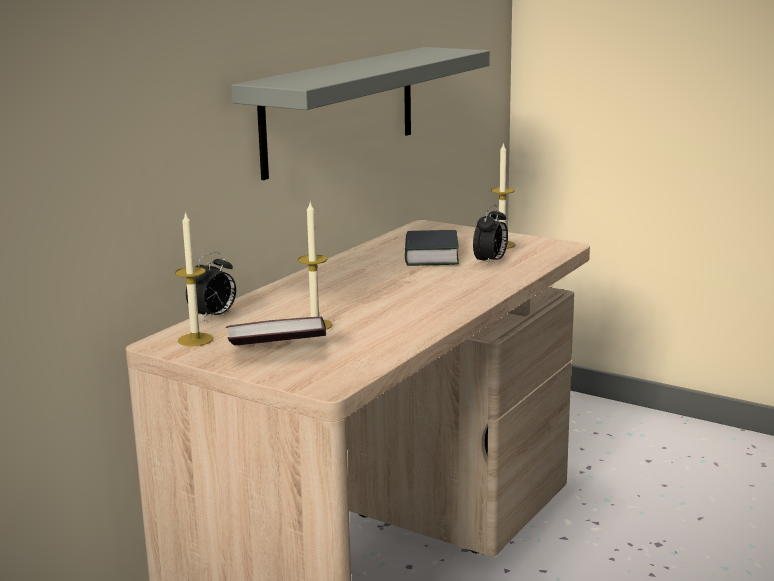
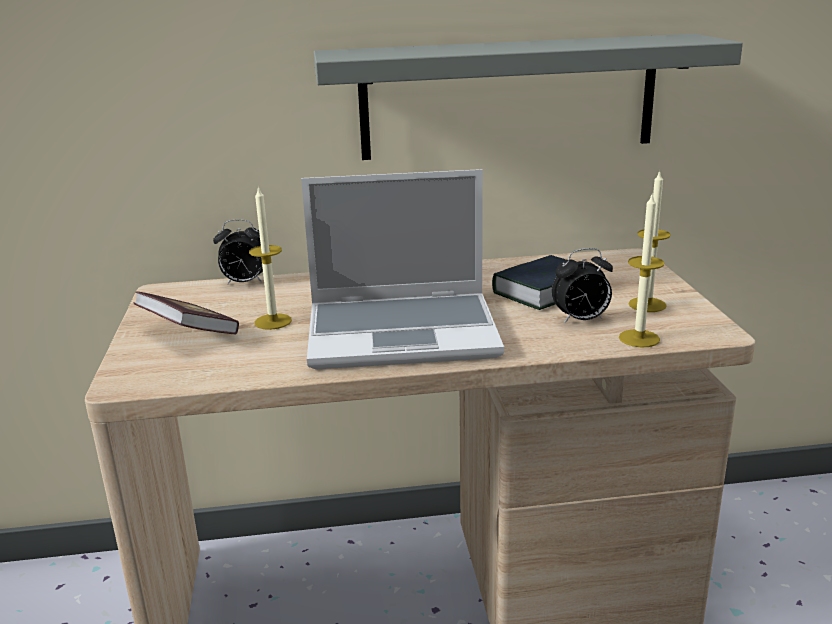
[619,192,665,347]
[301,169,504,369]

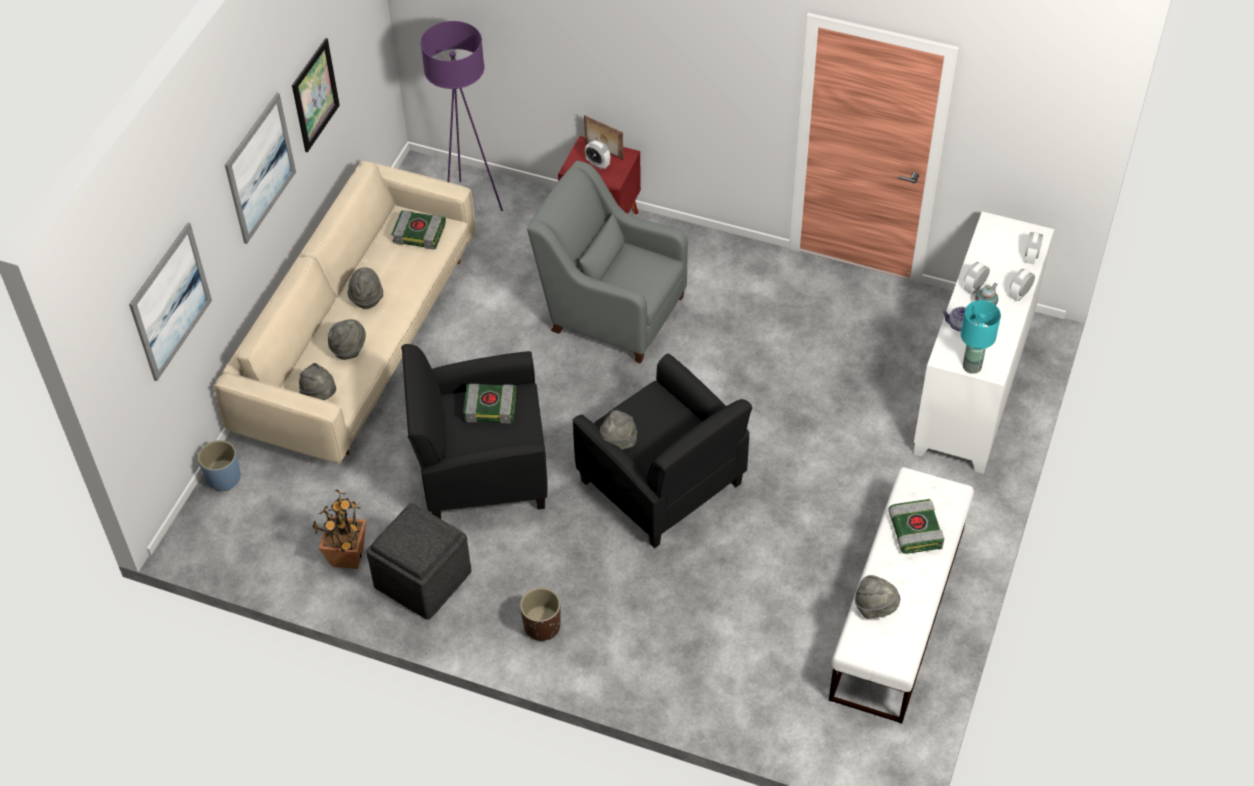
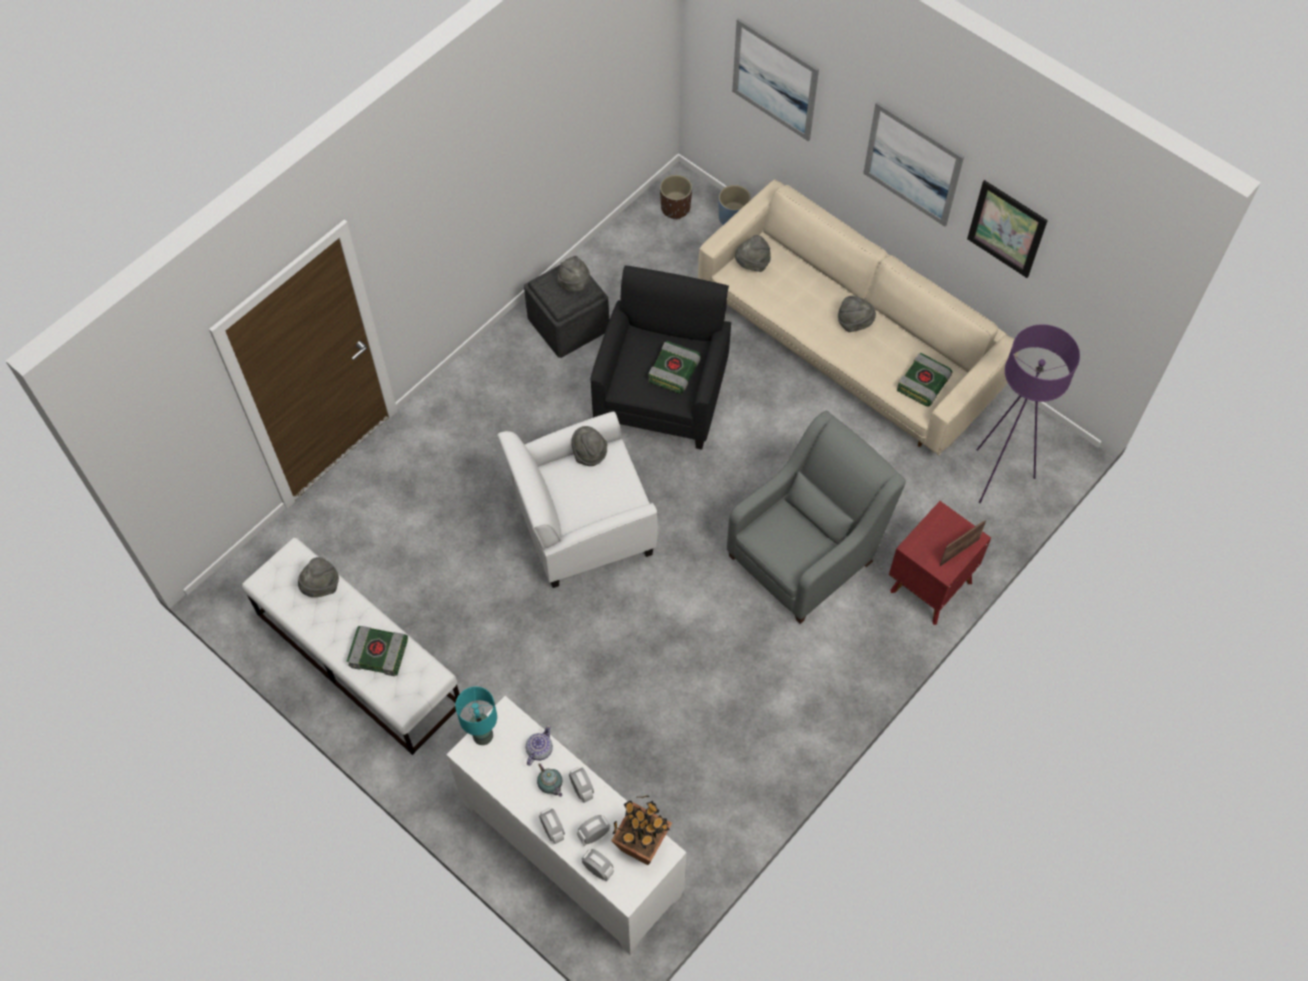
[577,815,610,846]
[557,256,591,292]
[497,412,658,588]
[611,796,672,865]
[660,175,692,219]

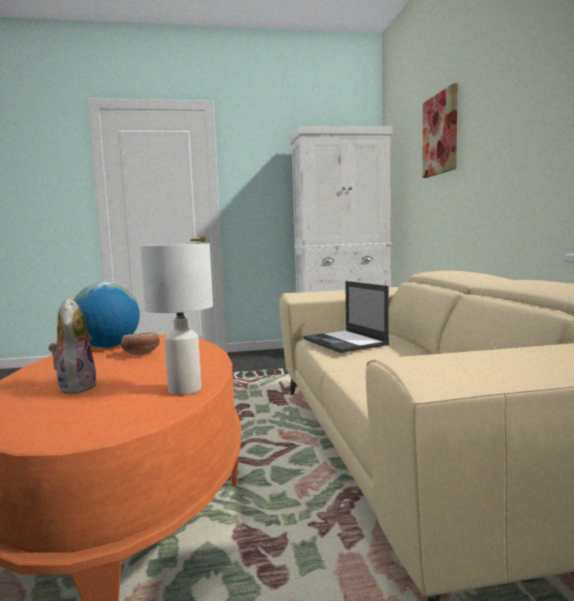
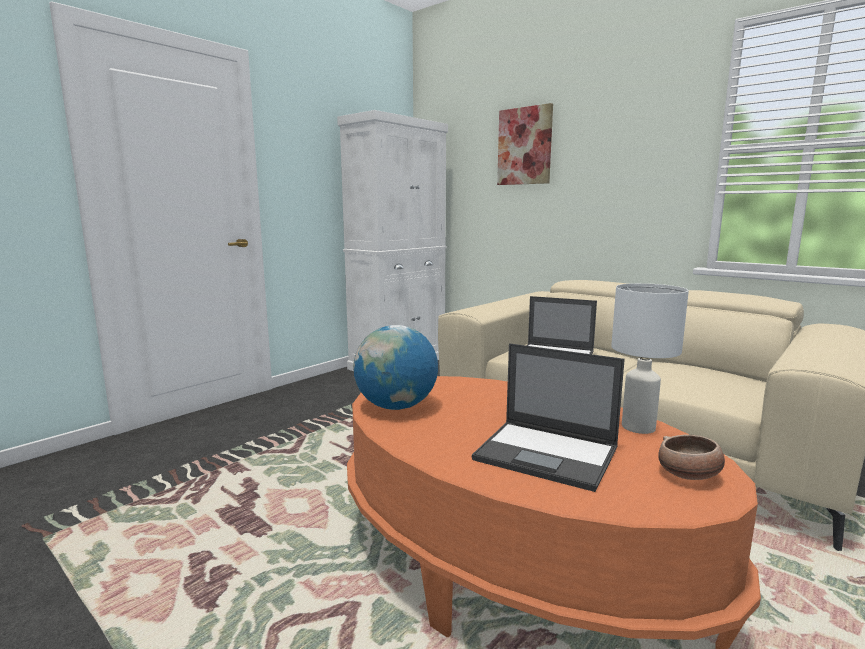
[472,343,625,492]
[658,435,725,480]

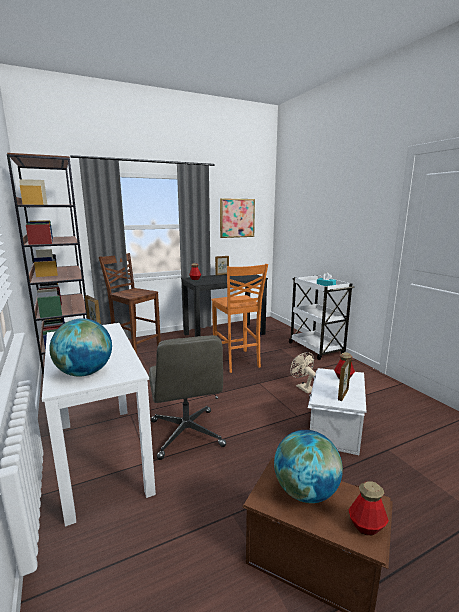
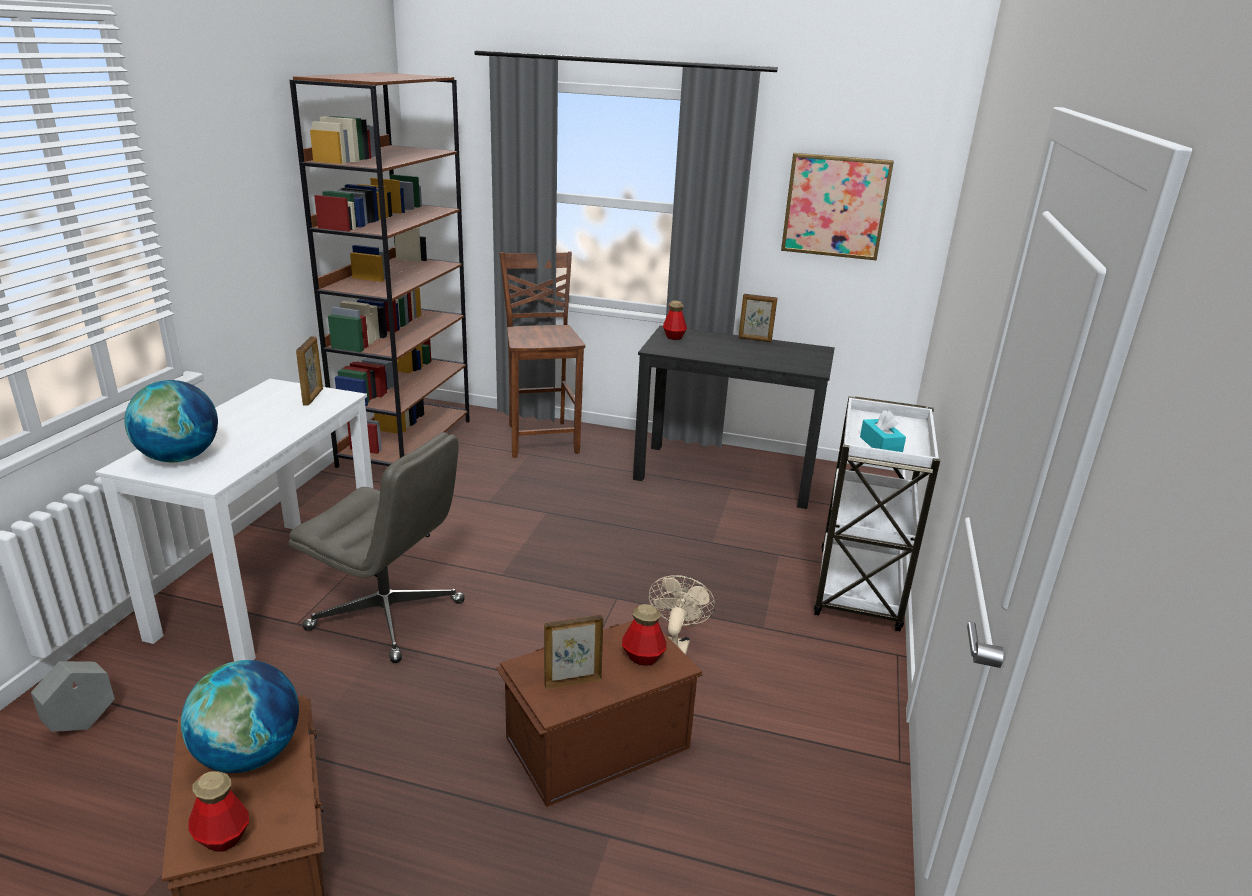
[211,264,268,373] (first image)
[289,432,465,663]
[496,621,703,807]
[31,661,115,732]

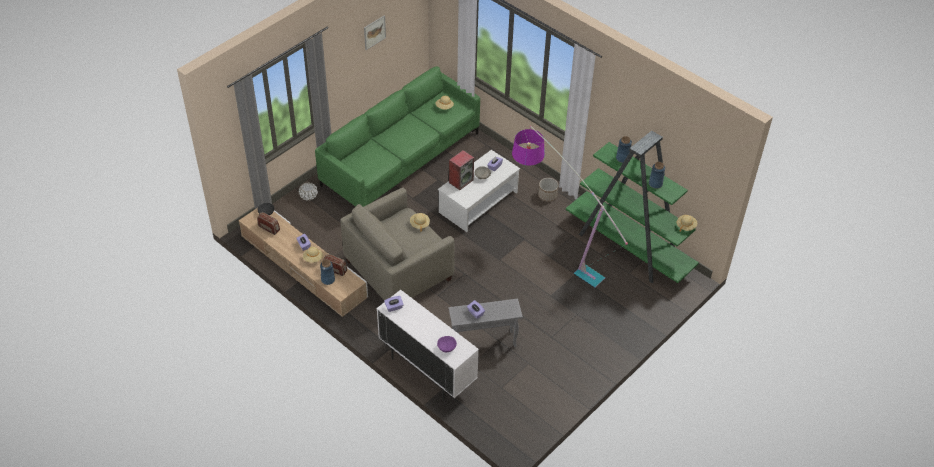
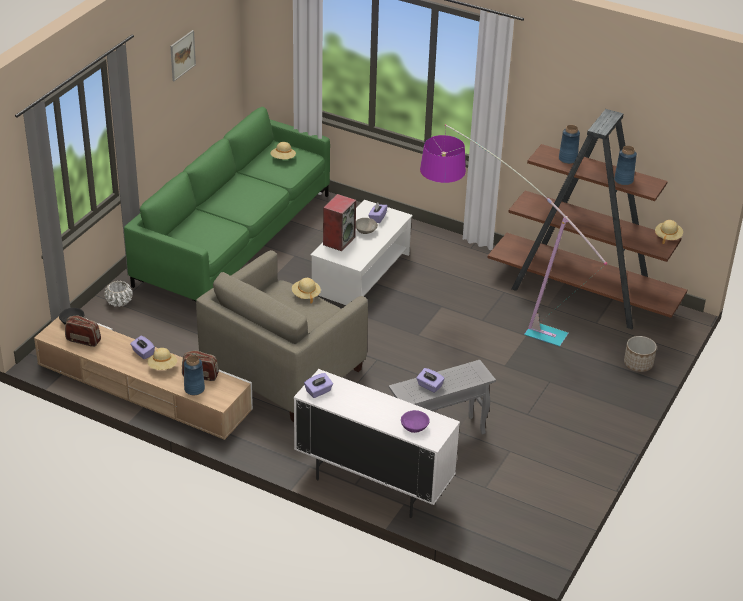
[488,109,687,329]
[624,336,657,372]

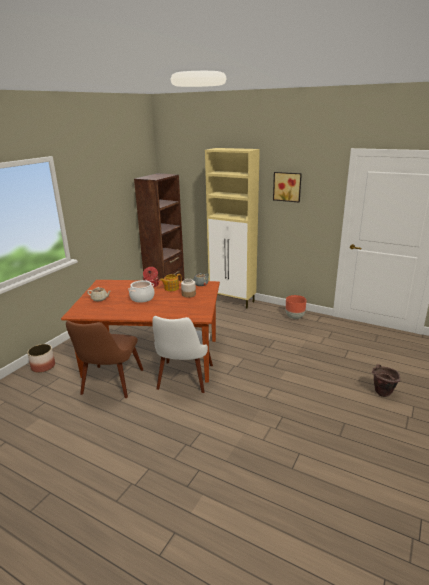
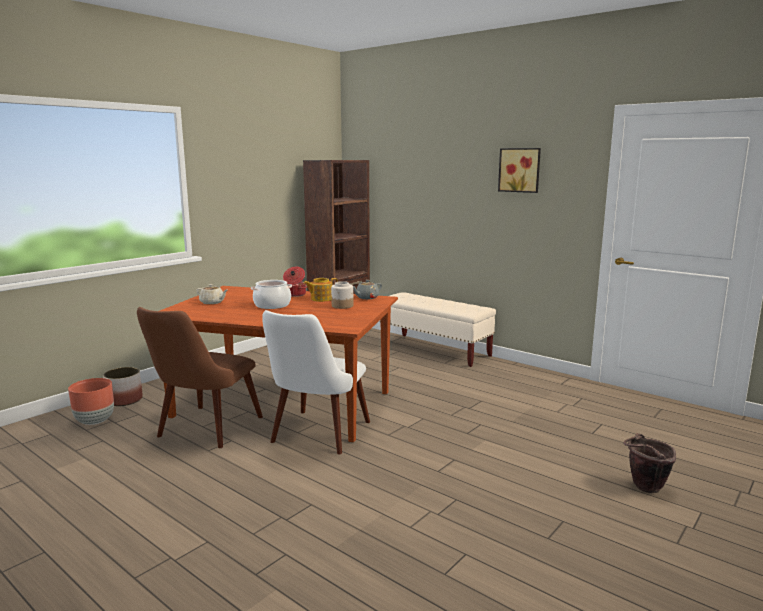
[380,292,496,367]
[68,378,114,425]

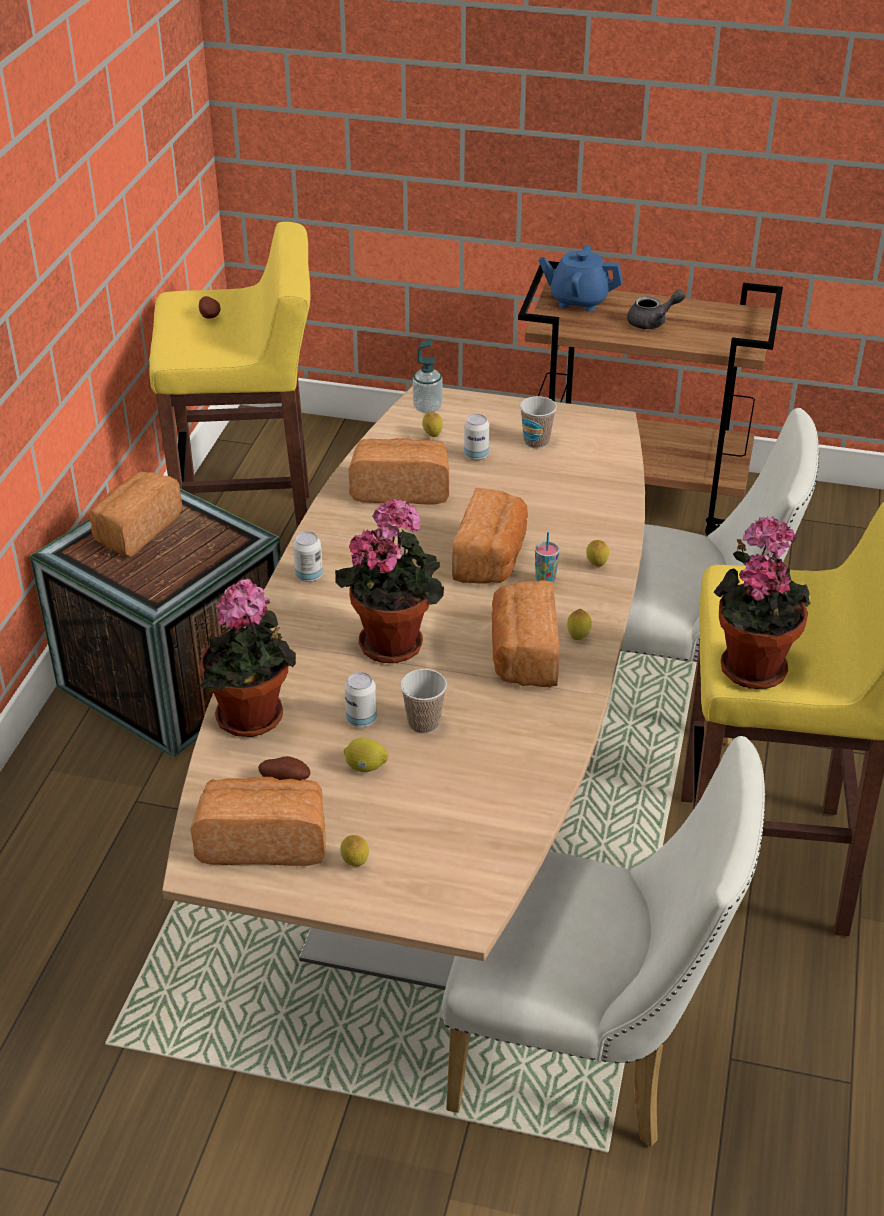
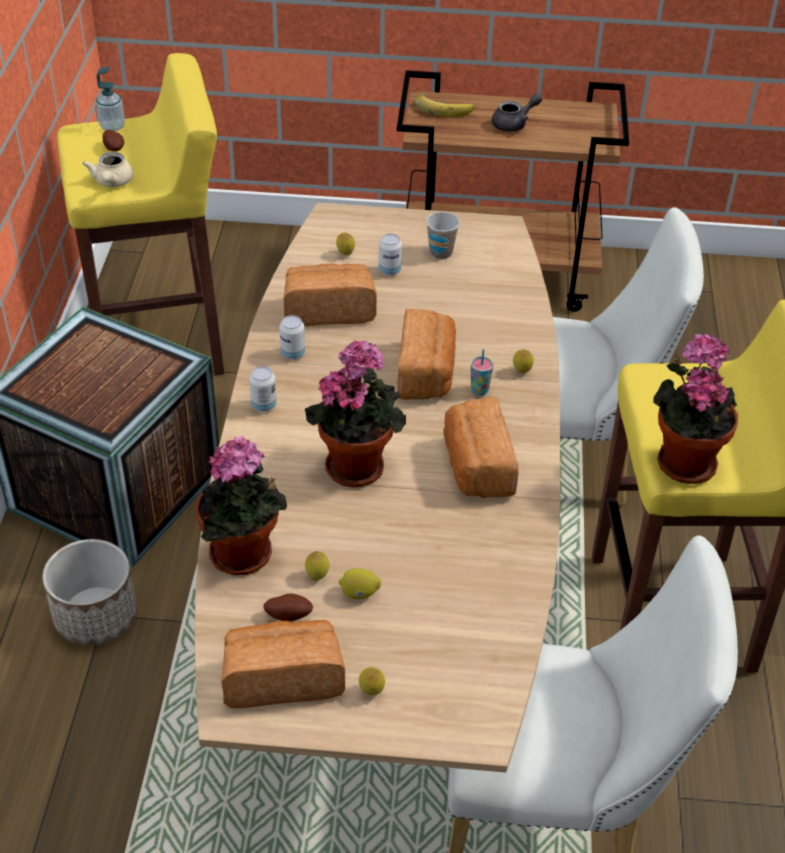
[414,90,474,117]
[96,66,125,132]
[89,472,182,557] (first image)
[305,551,329,581]
[400,669,447,734] (first image)
[279,315,305,360]
[83,152,133,187]
[43,539,137,645]

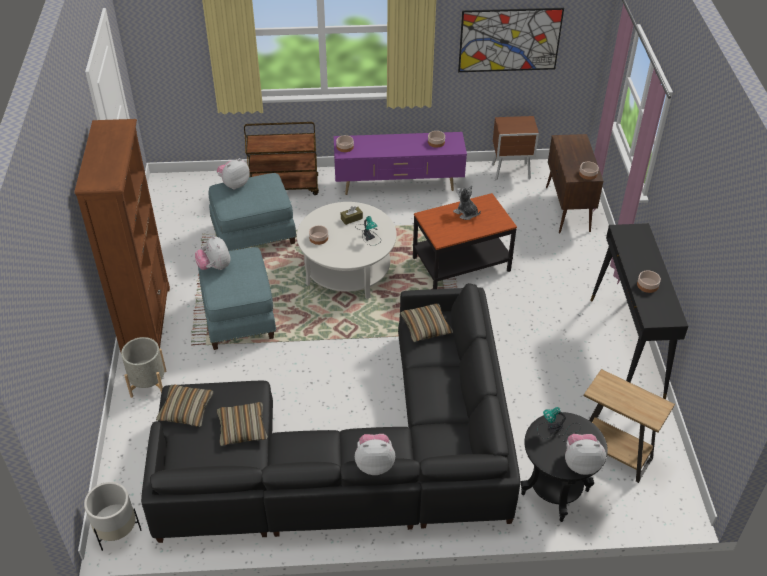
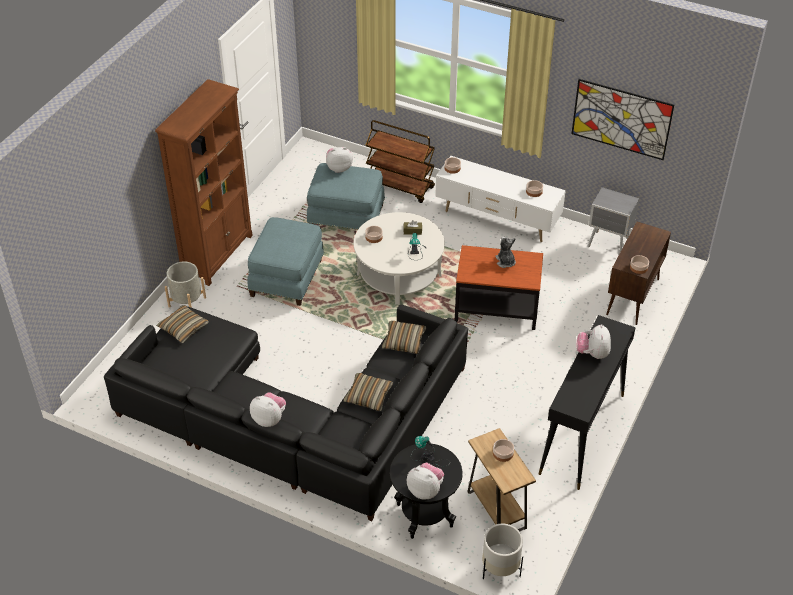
[588,187,639,254]
[435,156,566,242]
[576,324,611,359]
[493,439,514,462]
[343,373,393,411]
[482,523,523,579]

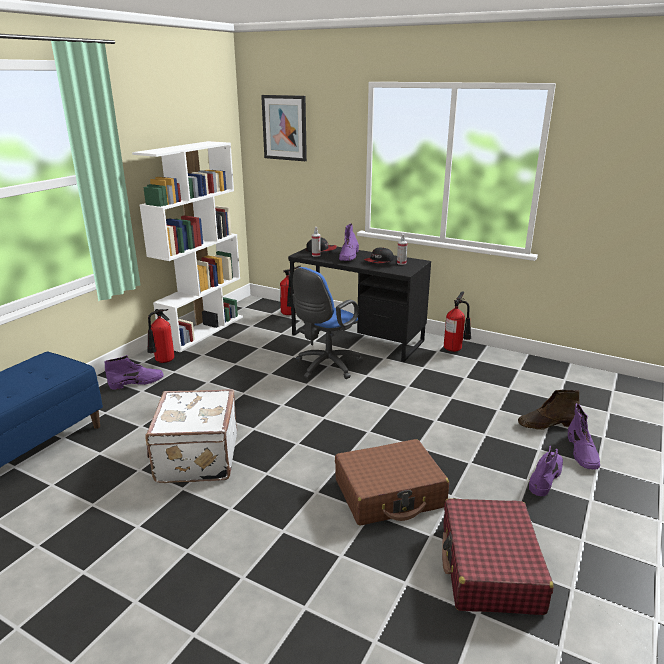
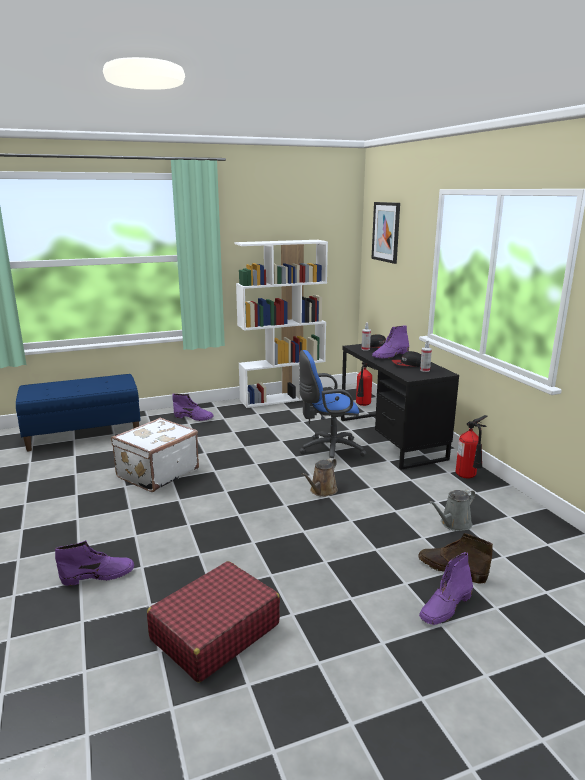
[147,309,174,363] (first image)
[335,439,449,526] (first image)
[55,540,134,586]
[301,458,338,497]
[429,489,475,531]

